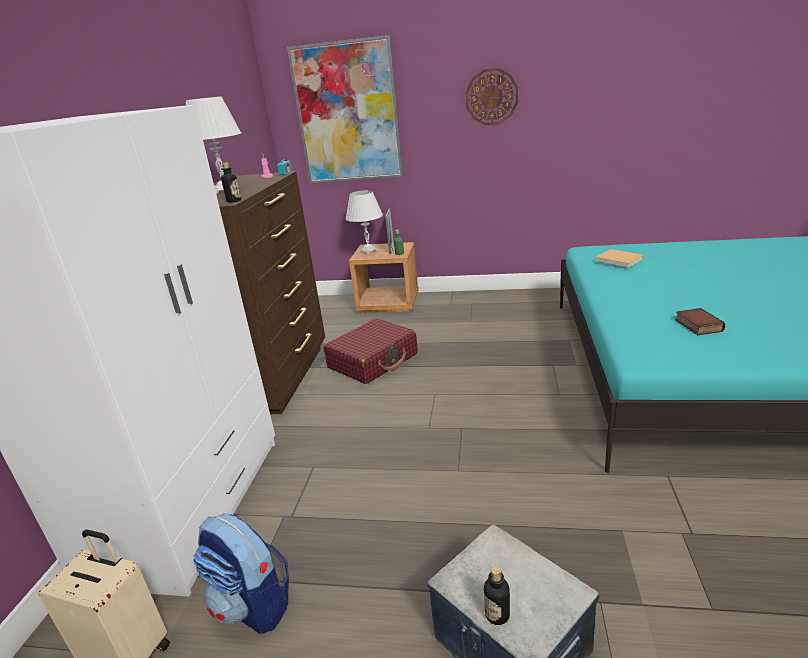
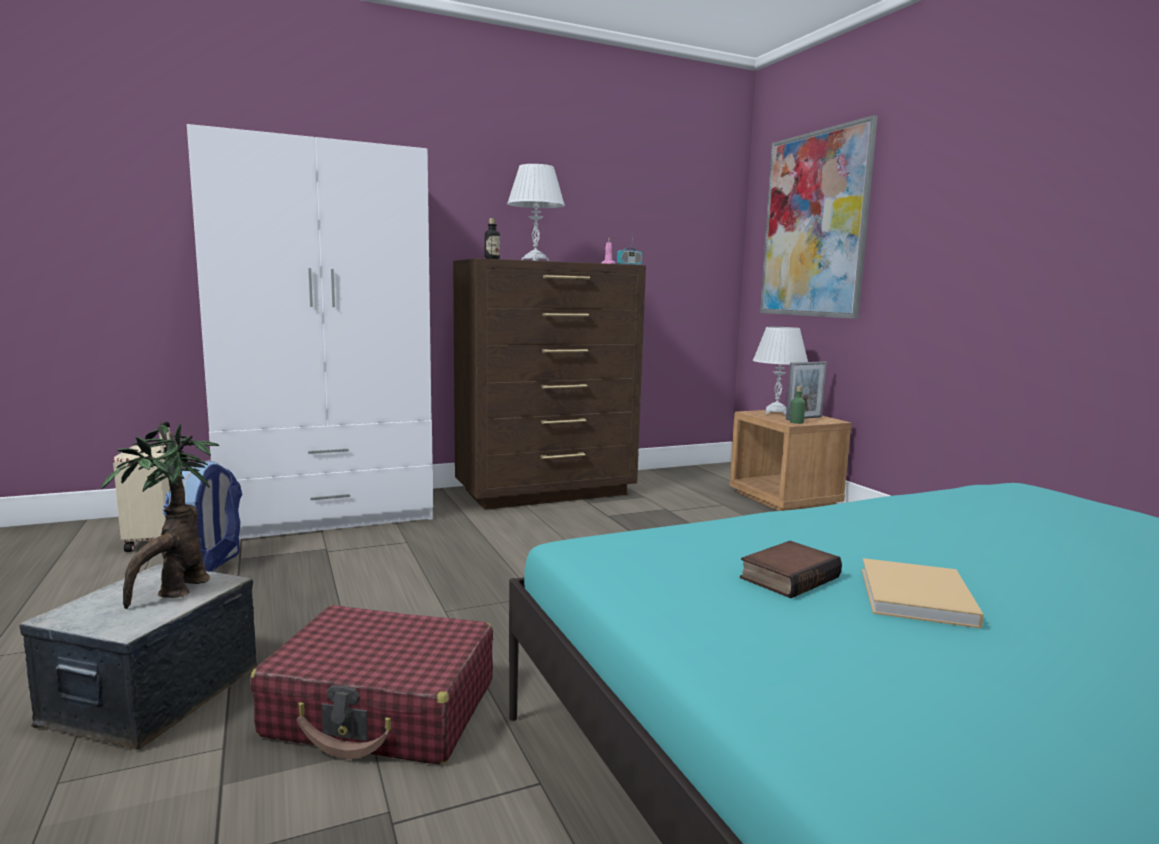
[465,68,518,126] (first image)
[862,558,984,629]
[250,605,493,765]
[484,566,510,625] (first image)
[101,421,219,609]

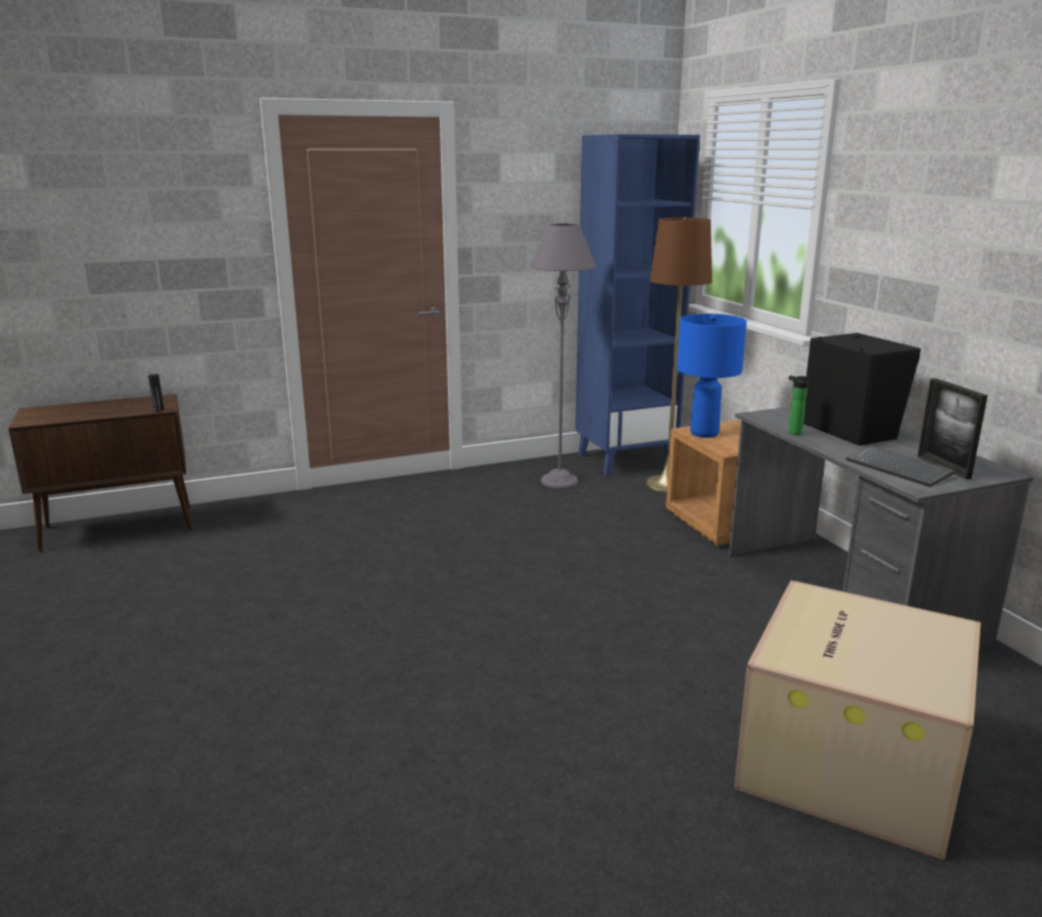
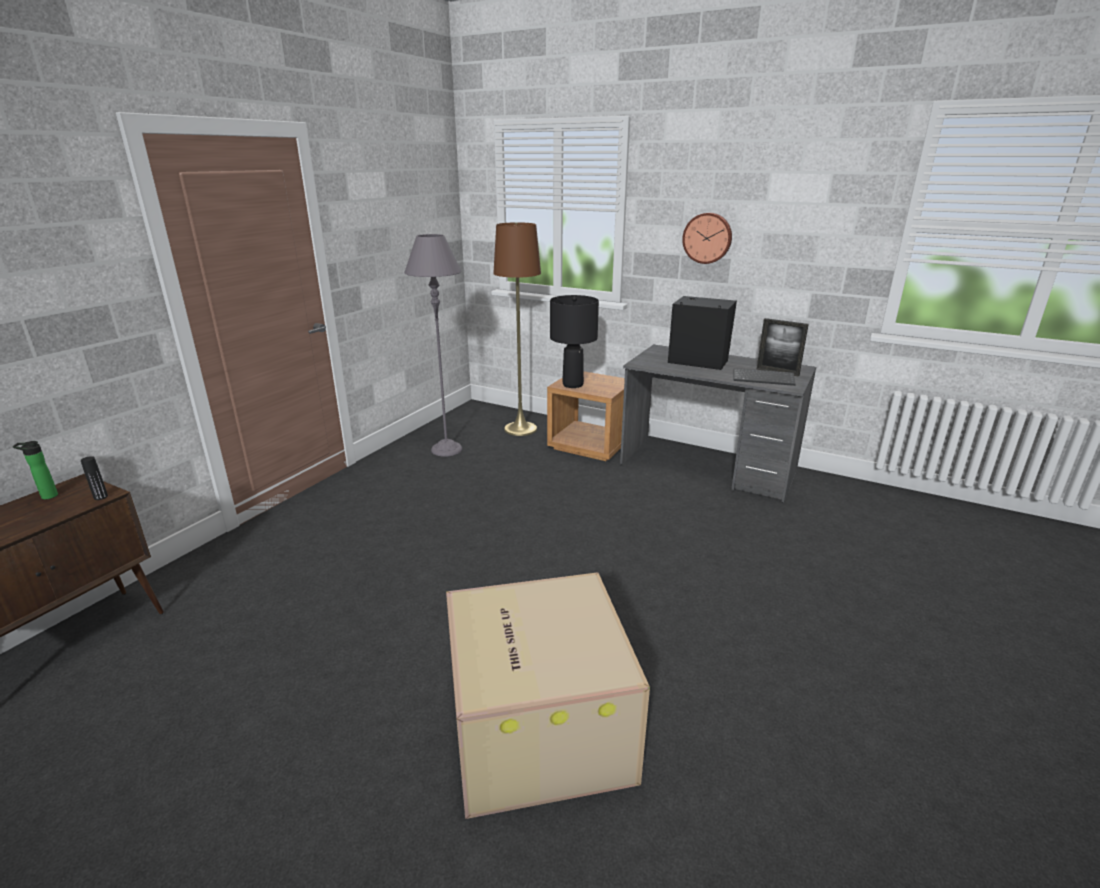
[575,134,700,475] (first image)
[550,295,599,388]
[13,441,58,499]
[446,572,650,819]
[682,213,732,264]

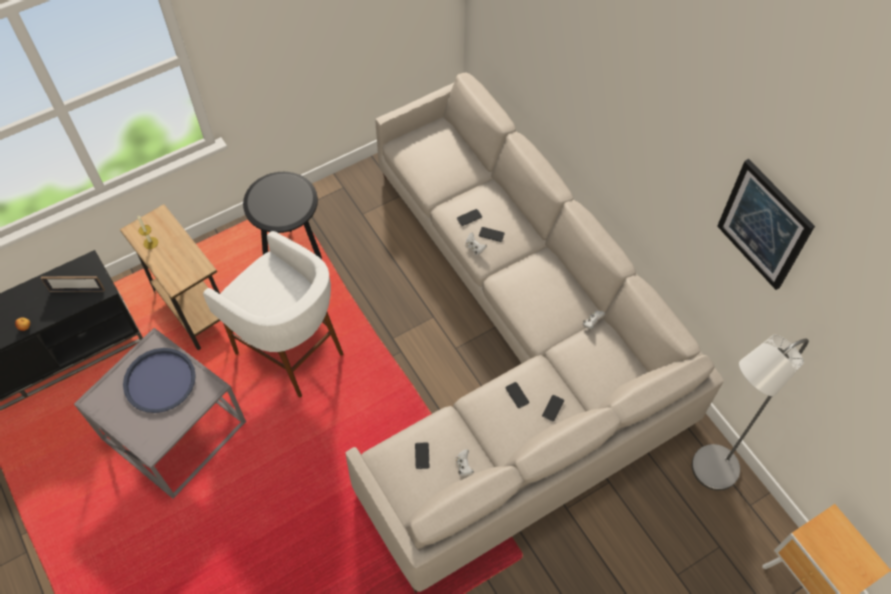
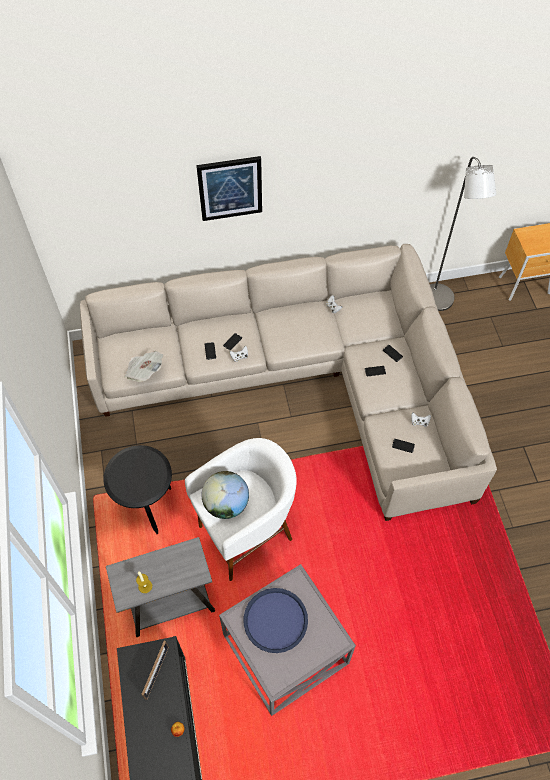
[196,156,262,221]
[106,537,215,637]
[124,351,163,382]
[202,471,249,519]

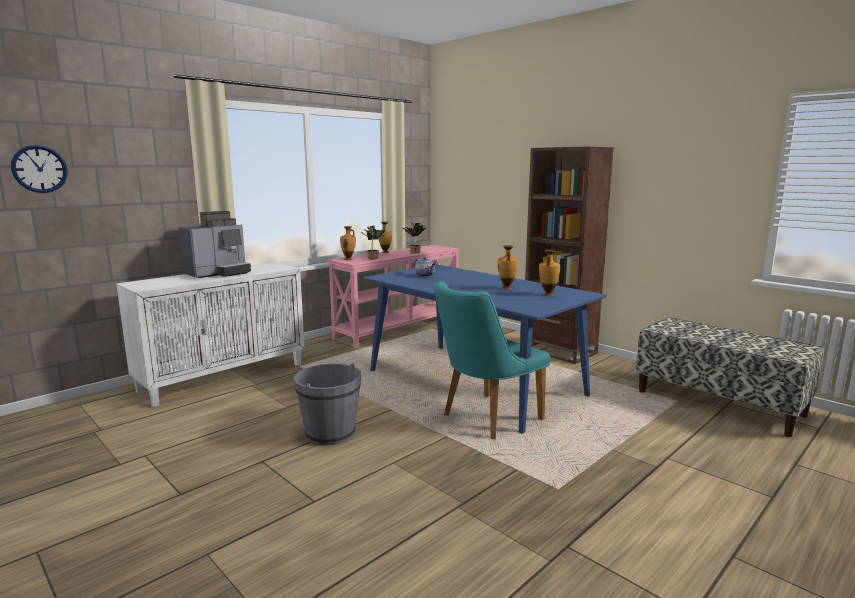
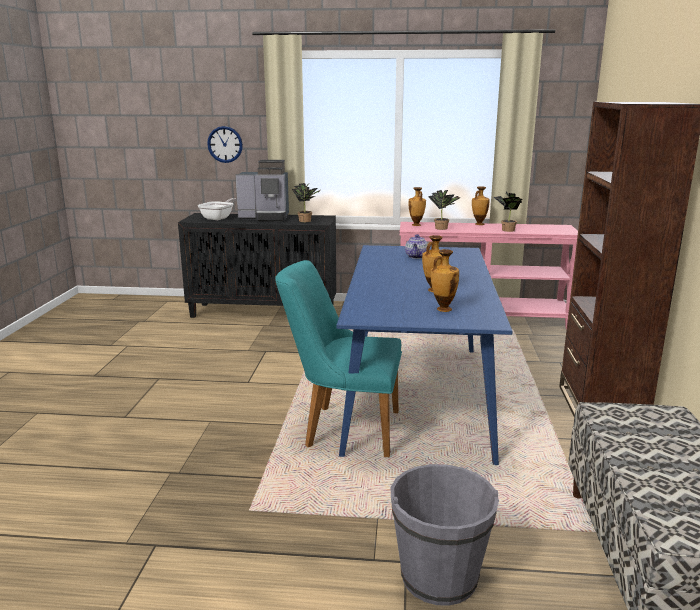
[207,126,243,163]
[178,213,336,318]
[391,464,499,606]
[292,183,320,222]
[198,198,237,220]

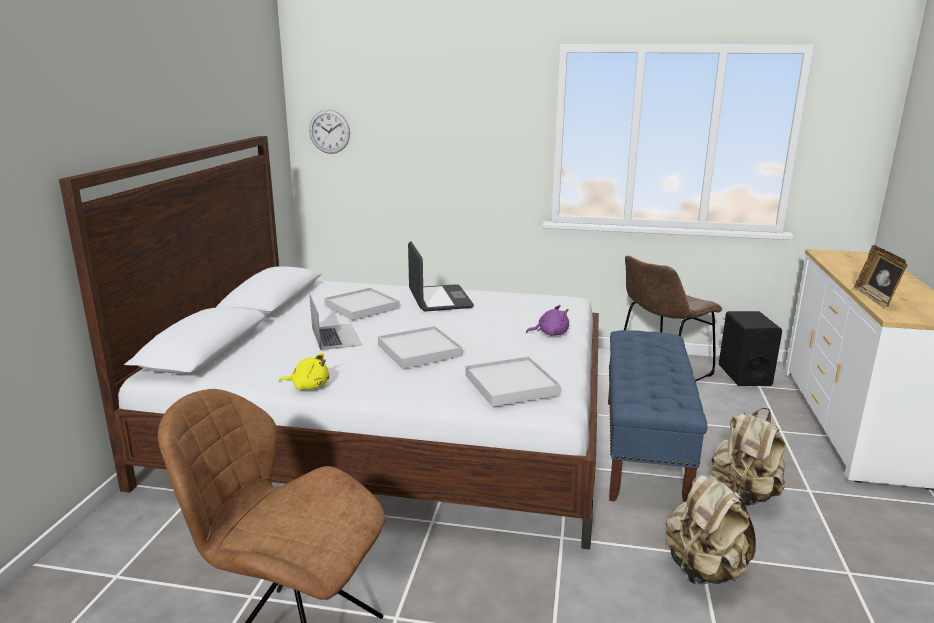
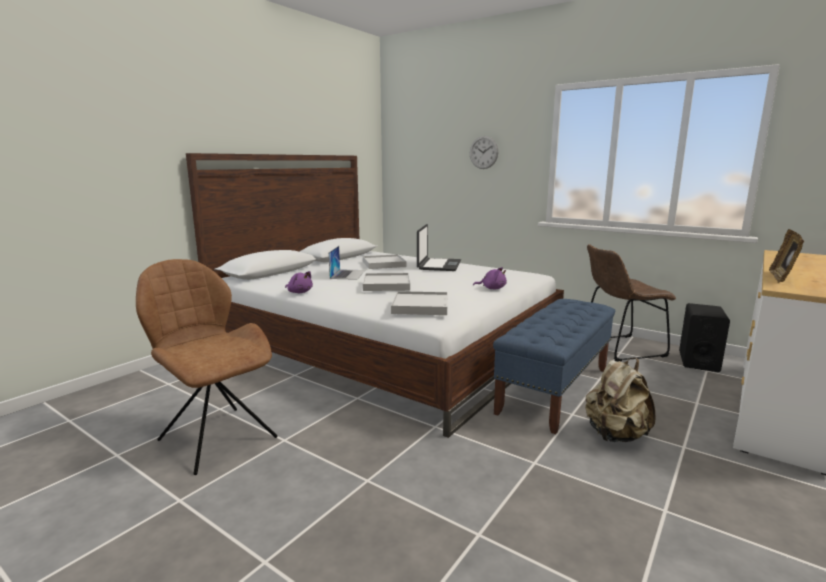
[470,136,499,169]
[285,271,313,293]
[665,473,756,585] (first image)

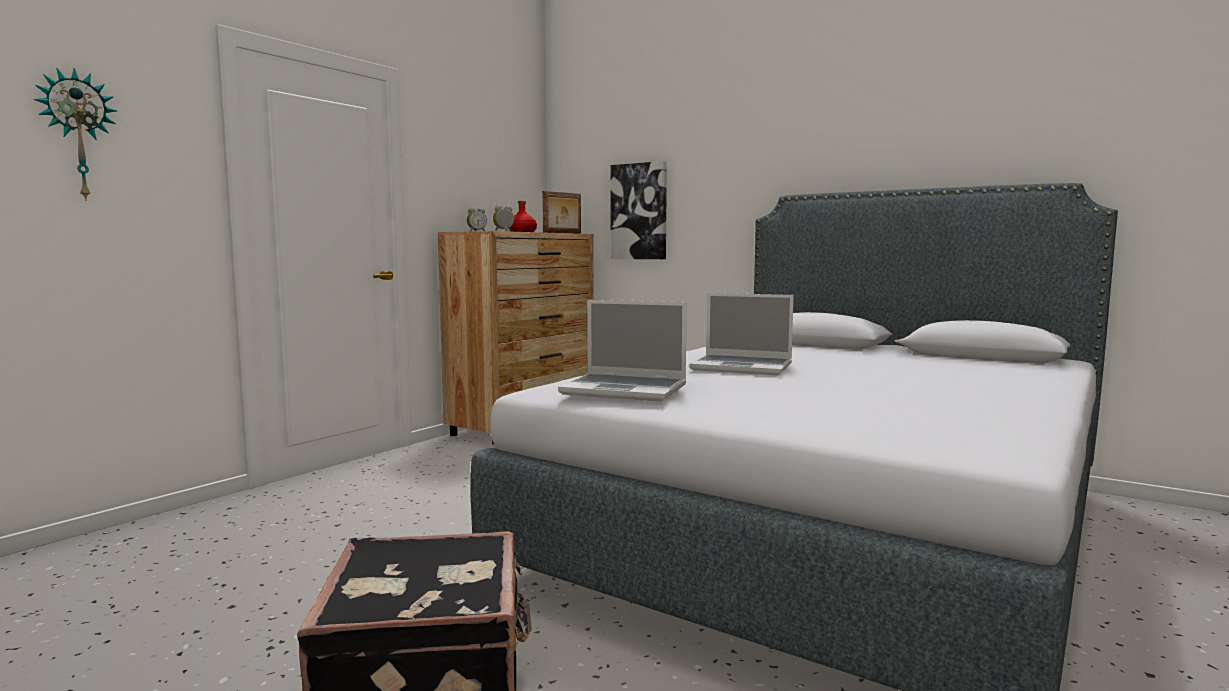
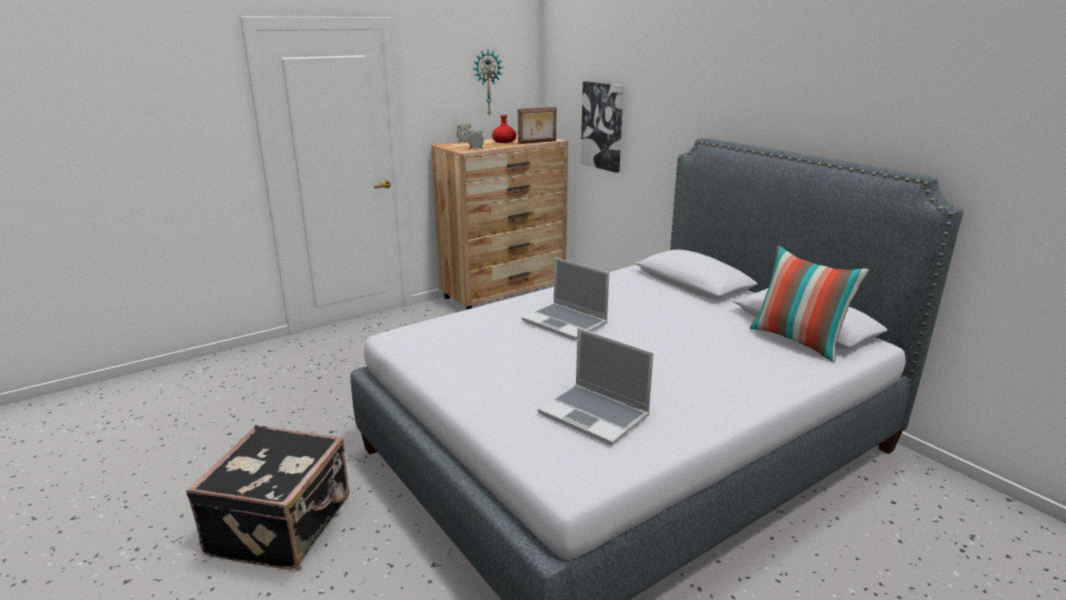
[473,50,503,117]
[538,328,654,445]
[750,246,869,362]

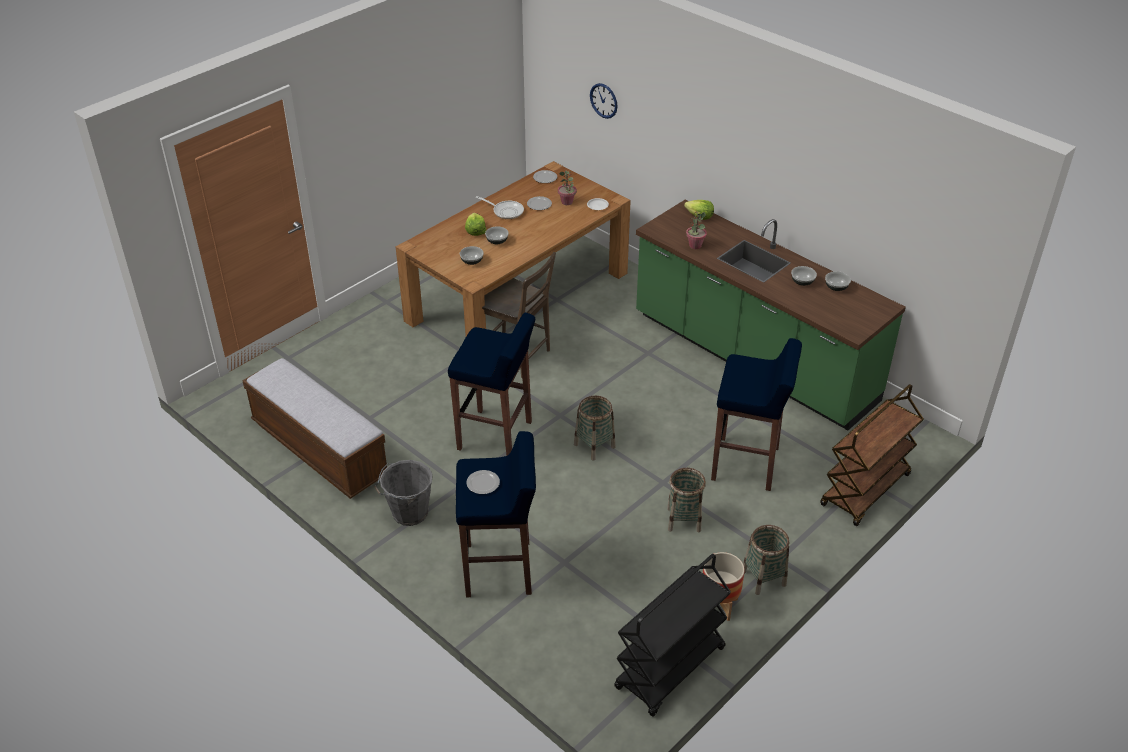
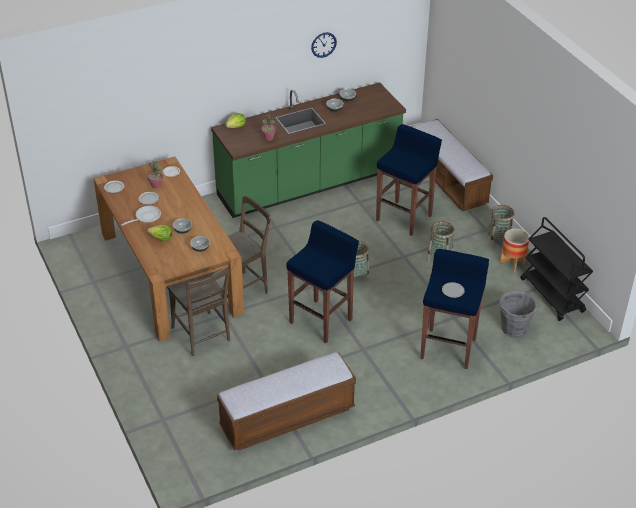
[311,32,337,58]
[411,119,493,212]
[500,291,539,337]
[167,268,230,356]

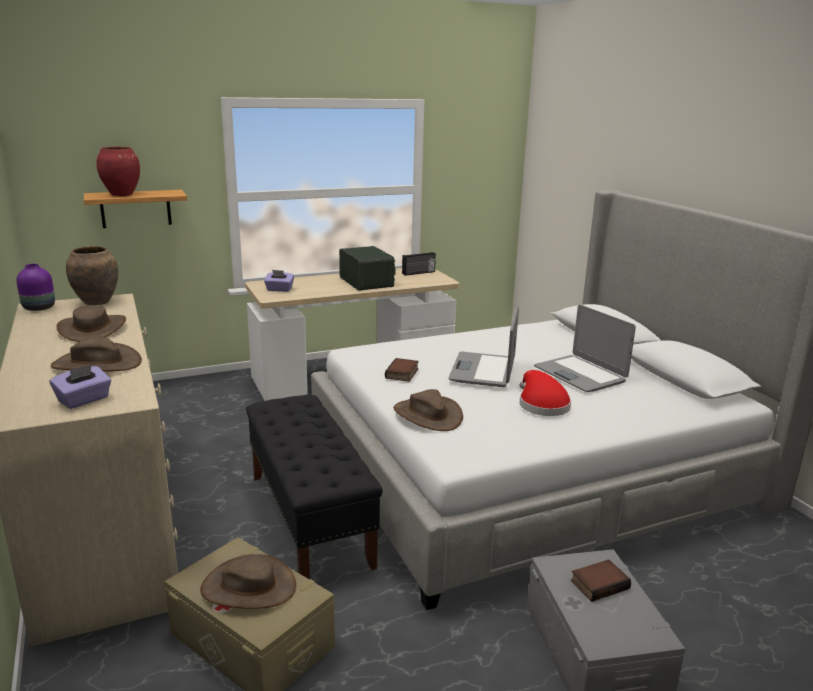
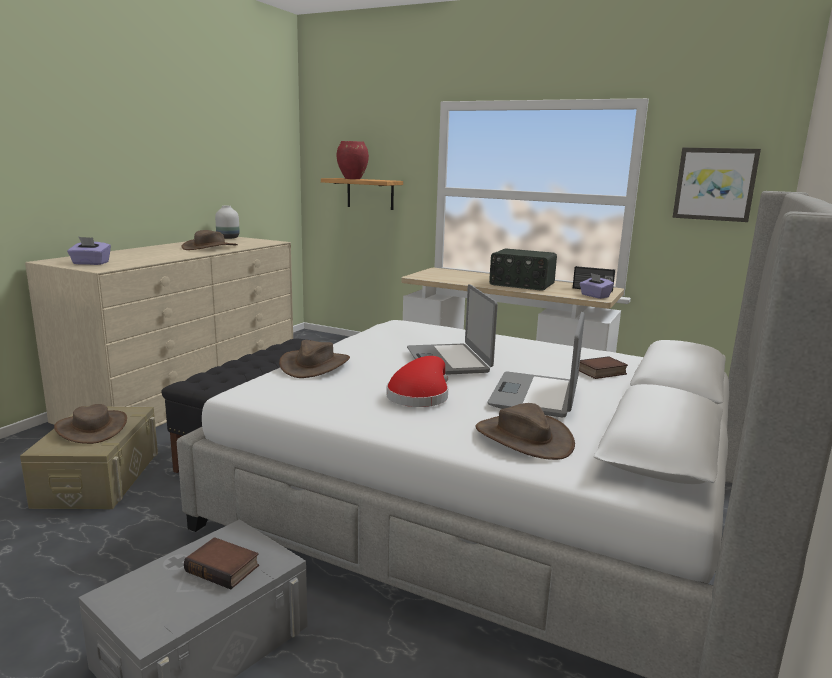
[66,246,118,305] (first image)
[489,249,557,291]
[215,206,239,239]
[580,273,614,299]
[407,284,498,375]
[475,403,575,460]
[579,356,628,379]
[673,148,761,222]

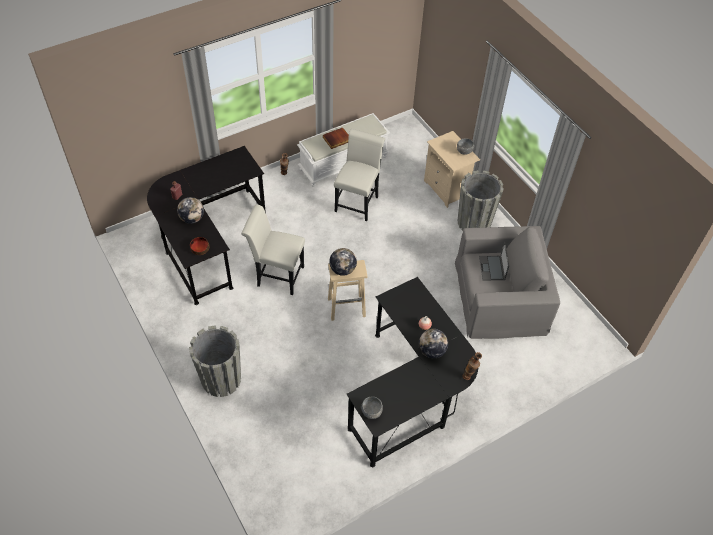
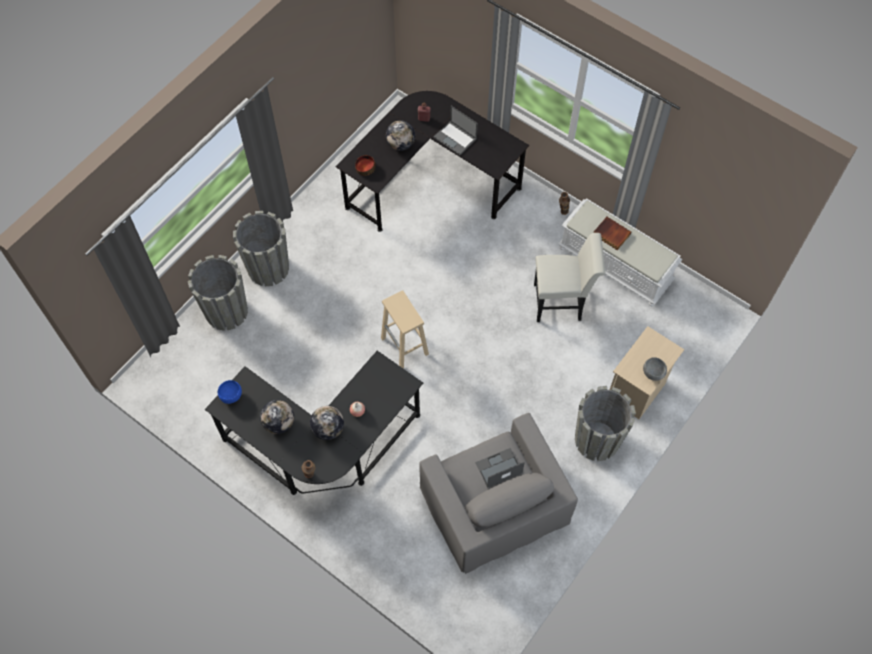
[241,205,305,295] (first image)
[260,400,294,434]
[218,380,242,404]
[434,106,478,155]
[188,255,248,331]

